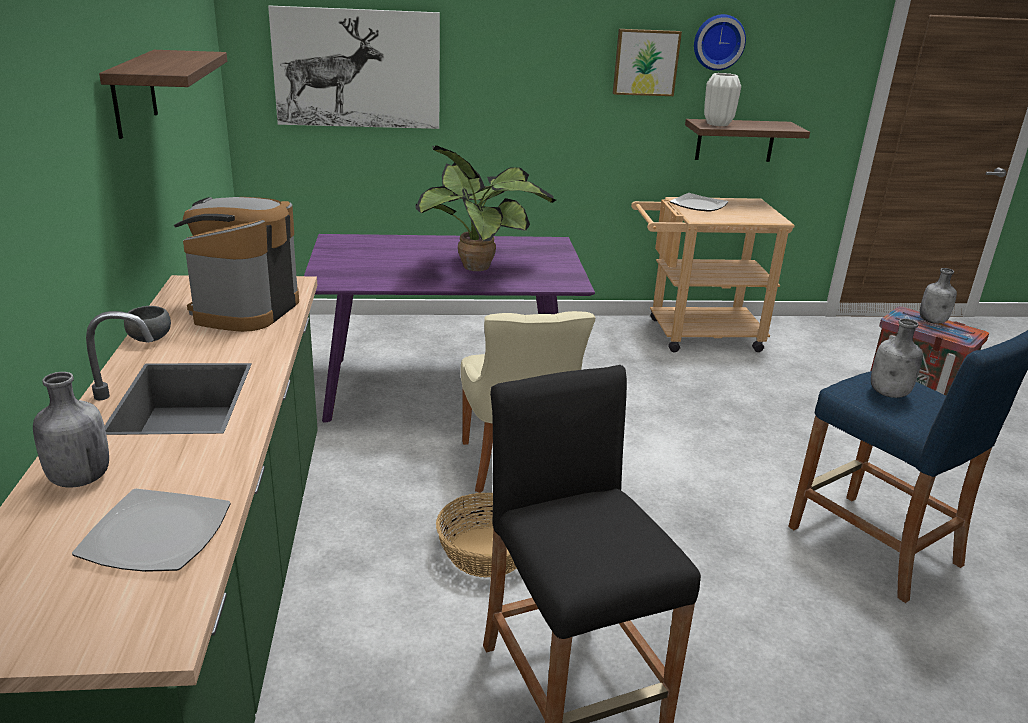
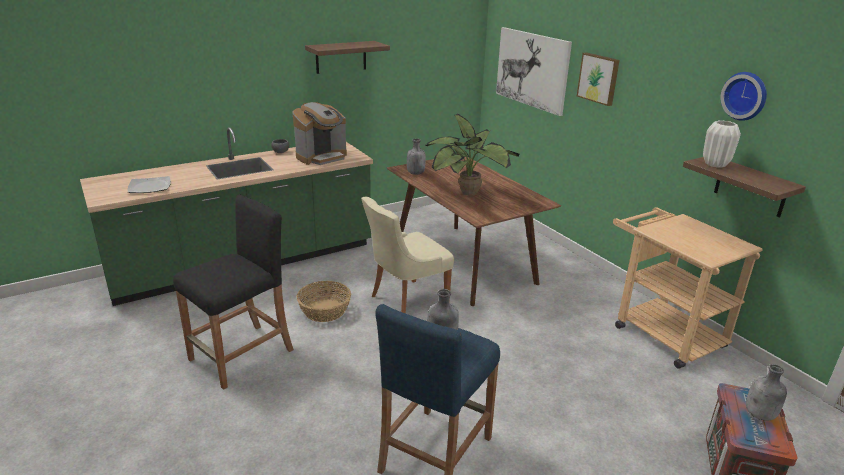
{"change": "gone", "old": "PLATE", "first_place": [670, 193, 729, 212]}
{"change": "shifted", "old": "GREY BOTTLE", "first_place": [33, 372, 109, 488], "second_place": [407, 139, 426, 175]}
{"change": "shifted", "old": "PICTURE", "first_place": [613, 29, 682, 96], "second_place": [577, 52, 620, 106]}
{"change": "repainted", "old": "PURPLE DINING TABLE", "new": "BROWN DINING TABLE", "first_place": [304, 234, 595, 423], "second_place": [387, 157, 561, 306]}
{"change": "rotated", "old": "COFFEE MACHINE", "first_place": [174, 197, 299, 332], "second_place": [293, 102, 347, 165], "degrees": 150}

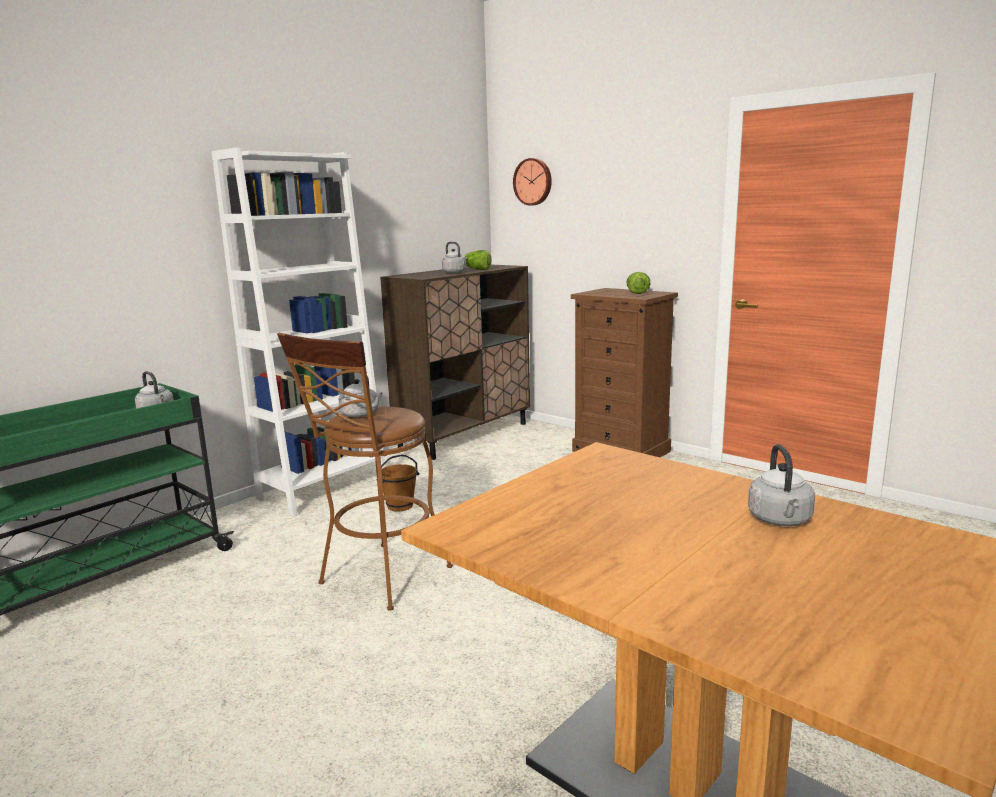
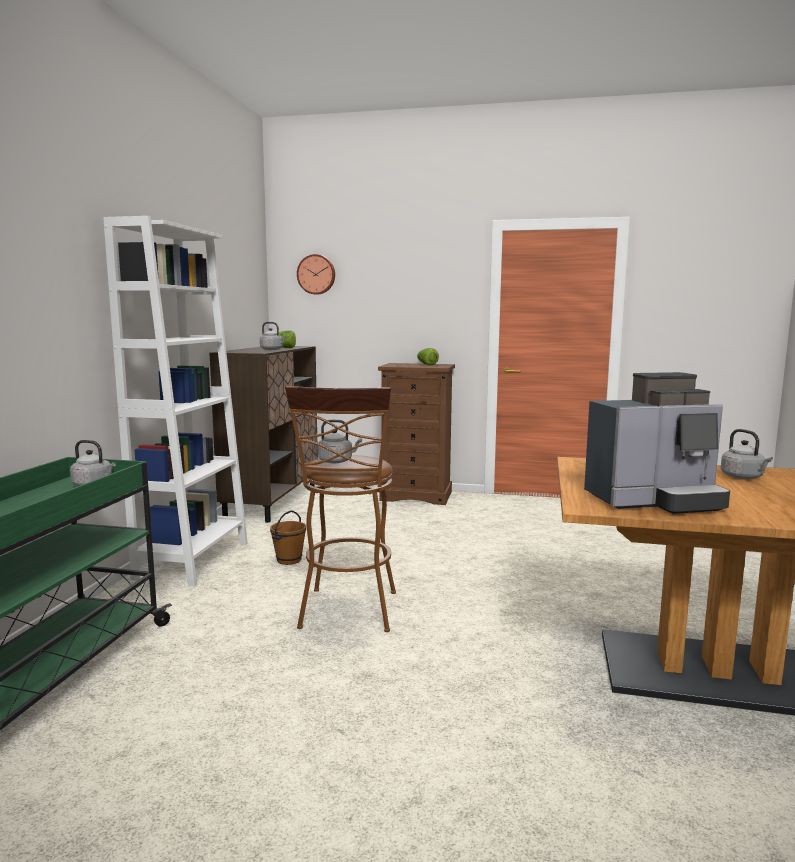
{"change": "new", "new": "COFFEE MACHINE", "second_place": [584, 372, 730, 514]}

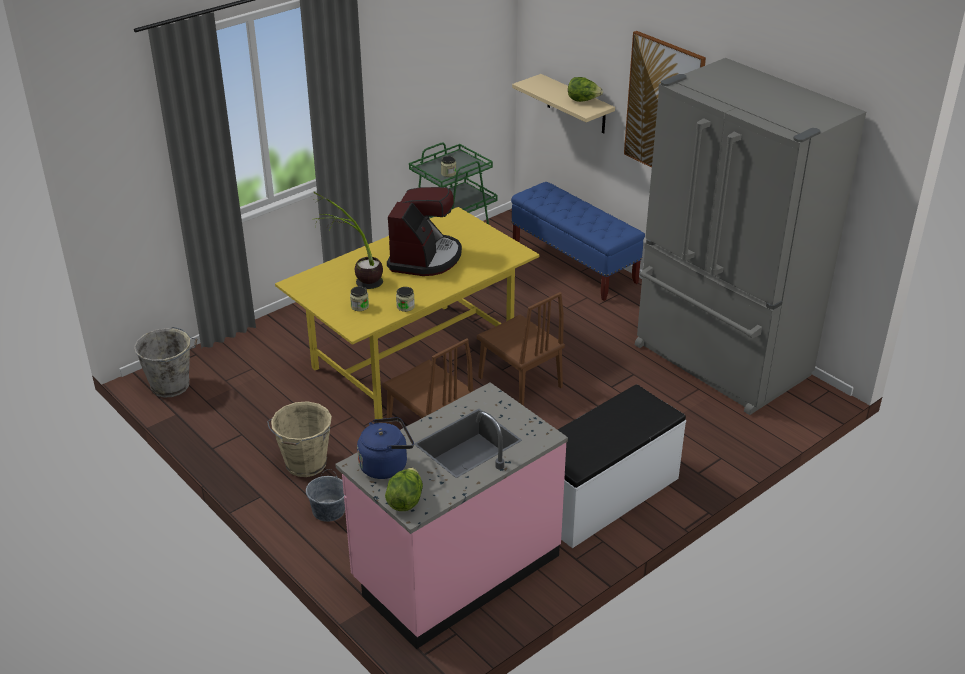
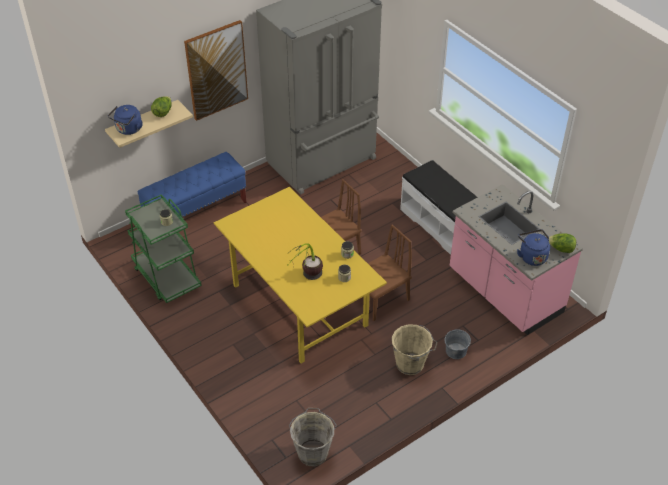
{"change": "gone", "old": "COFFEE MACHINE", "first_place": [387, 187, 462, 276]}
{"change": "new", "new": "BLUE KETTLE", "second_place": [108, 105, 143, 135]}

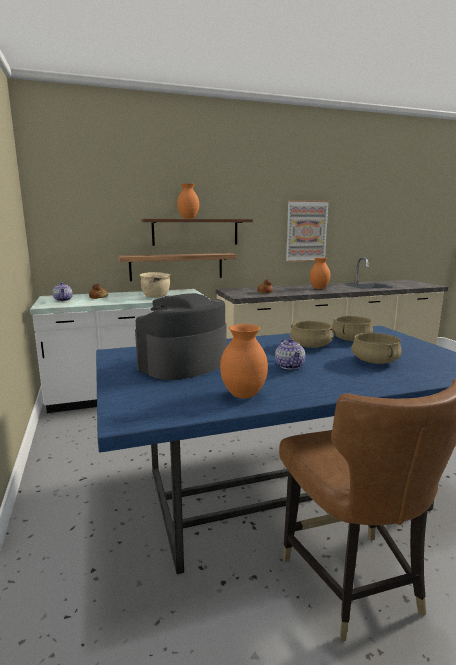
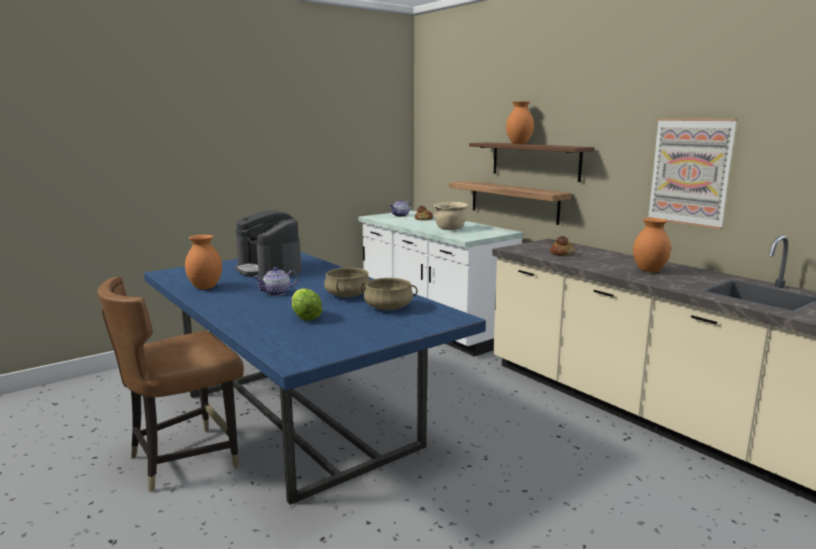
{"change": "swapped", "old": "BEIGE COOKING POT", "new": "LETTUCE", "first_place": [351, 333, 402, 364], "second_place": [292, 288, 323, 321]}
{"change": "rotated", "old": "COFFEE MACHINE", "first_place": [135, 293, 227, 380], "second_place": [235, 210, 302, 279], "degrees": -150}

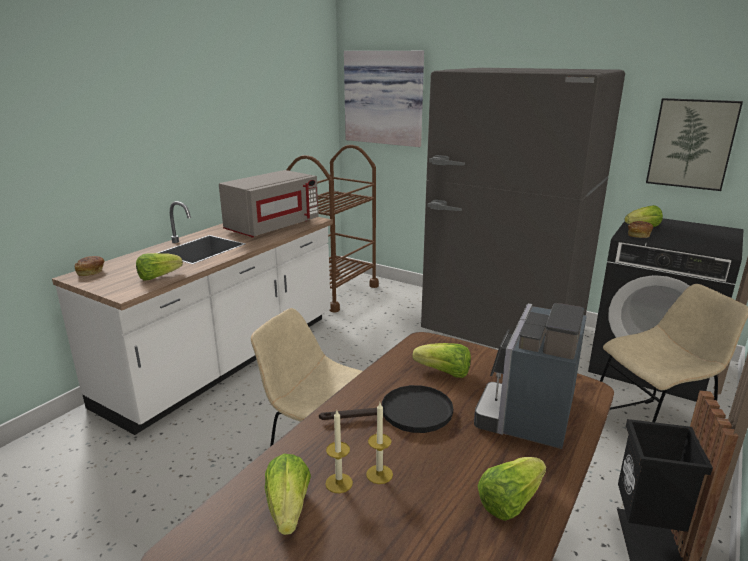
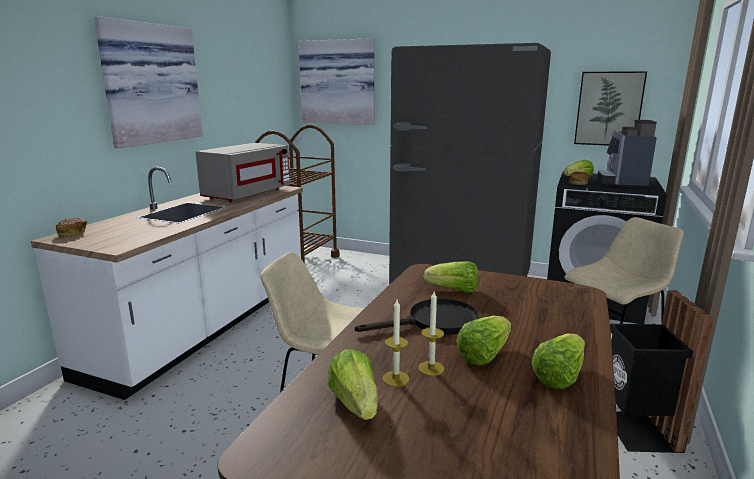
{"change": "new", "new": "PICTURE", "second_place": [94, 16, 203, 148]}
{"change": "shifted", "old": "LETTUCE", "first_place": [136, 253, 183, 281], "second_place": [456, 316, 511, 365]}
{"change": "shifted", "old": "COFFEE MACHINE", "first_place": [474, 303, 587, 449], "second_place": [597, 120, 657, 187]}

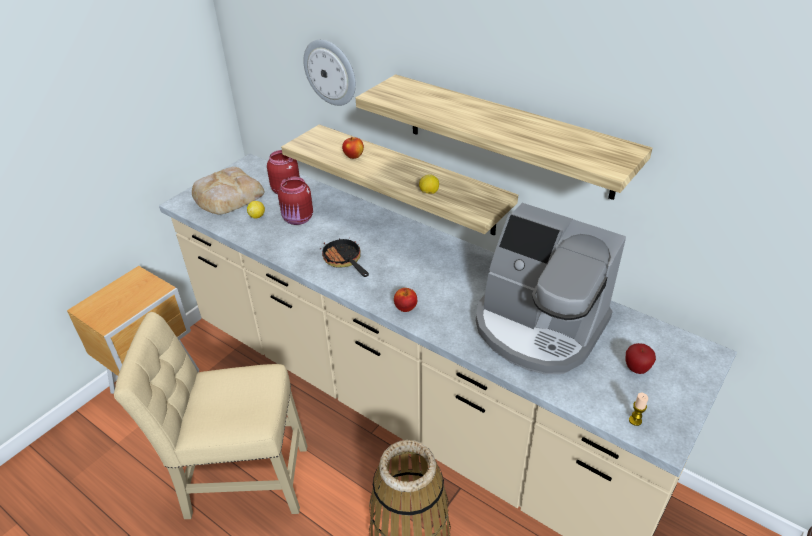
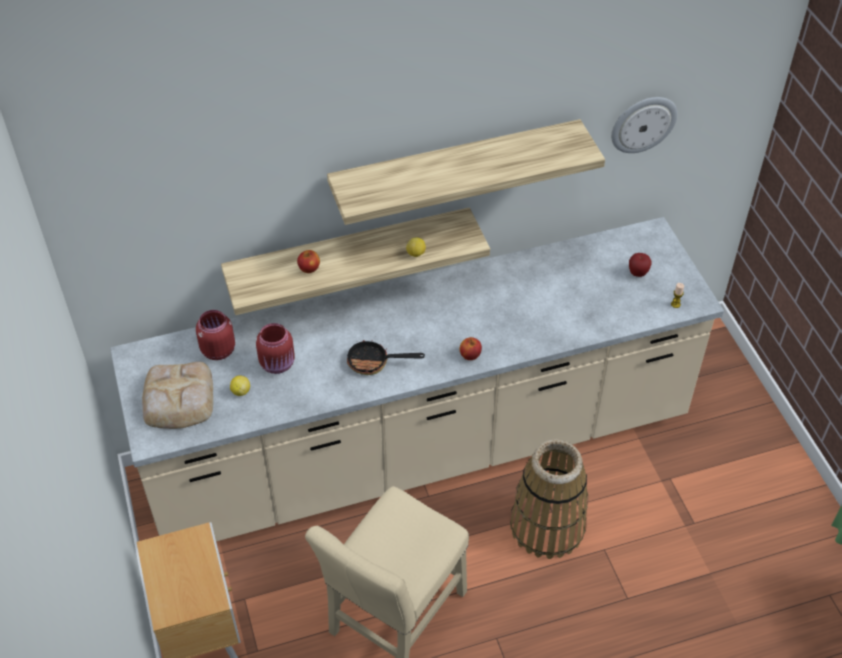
{"change": "gone", "old": "COFFEE MACHINE", "first_place": [476, 203, 626, 374]}
{"change": "shifted", "old": "WALL CLOCK", "first_place": [303, 39, 356, 106], "second_place": [611, 97, 678, 153]}

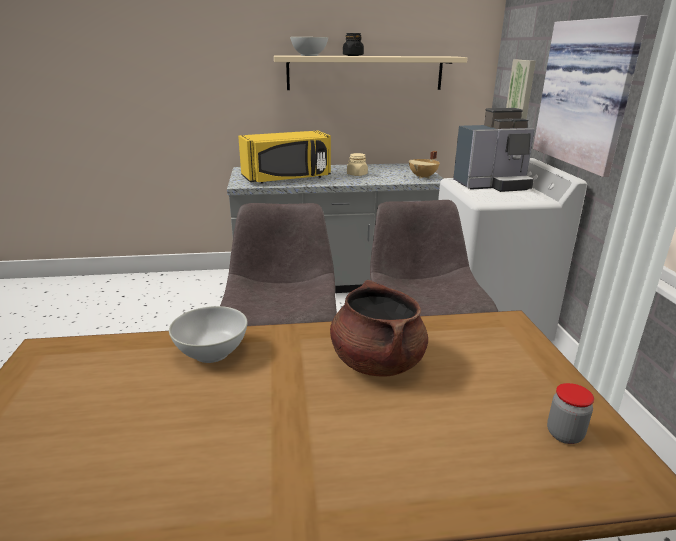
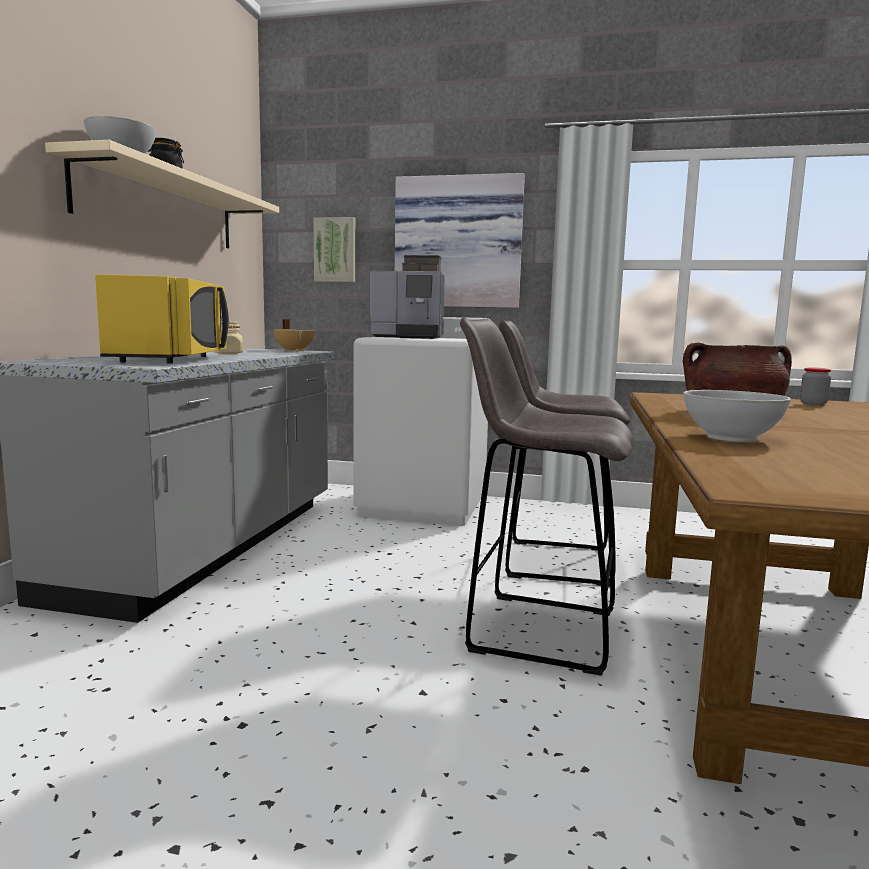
{"change": "rotated", "old": "COFFEE MACHINE", "first_place": [453, 108, 535, 192], "second_place": [370, 255, 445, 339], "degrees": 90}

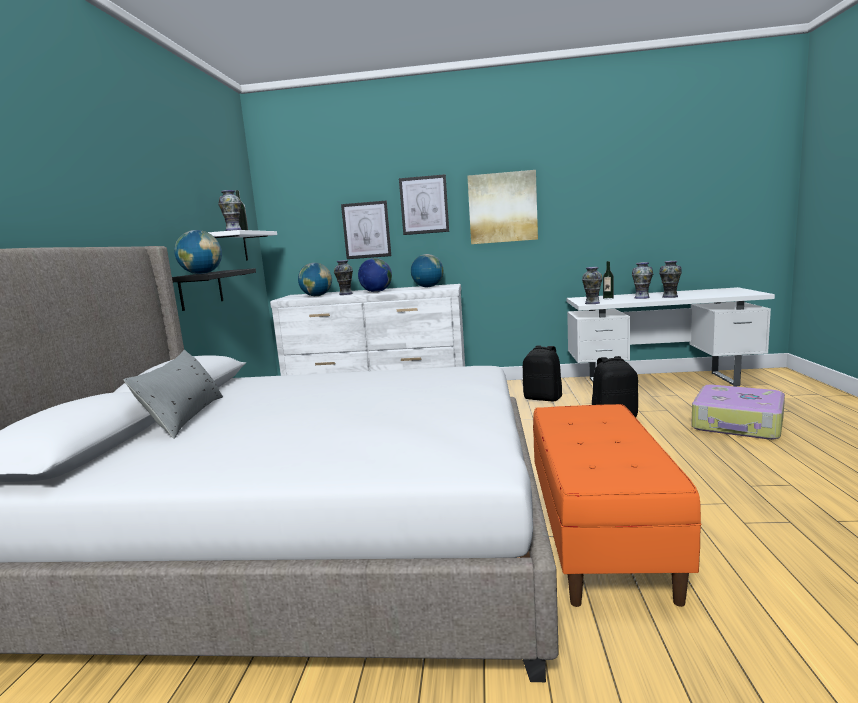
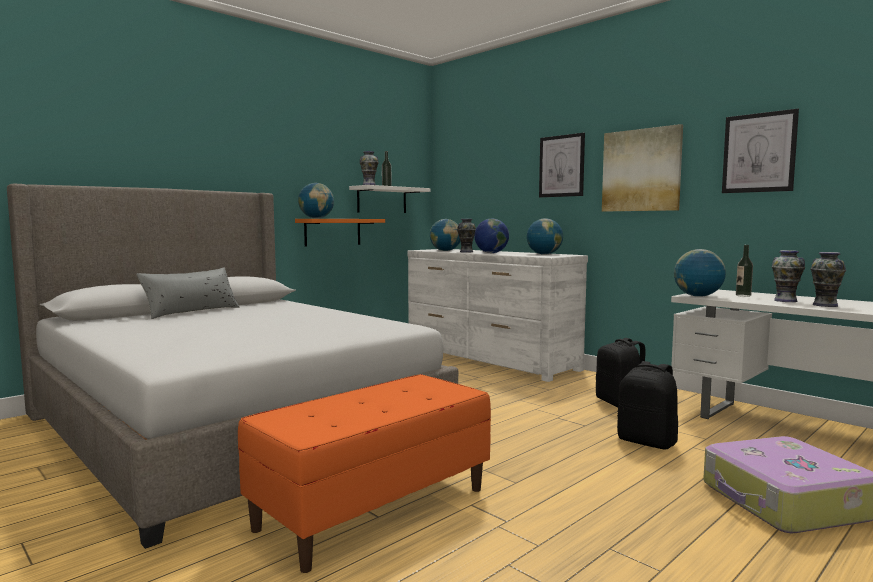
{"change": "shifted", "old": "PICTURE", "first_place": [341, 201, 391, 259], "second_place": [722, 108, 799, 193]}
{"change": "swapped", "old": "VASE", "new": "GLOBE", "first_place": [582, 267, 603, 304], "second_place": [674, 249, 726, 297]}
{"change": "repainted", "old": "BLACK SHELF", "new": "ORANGE SHELF", "first_place": [172, 268, 256, 311], "second_place": [295, 219, 385, 246]}

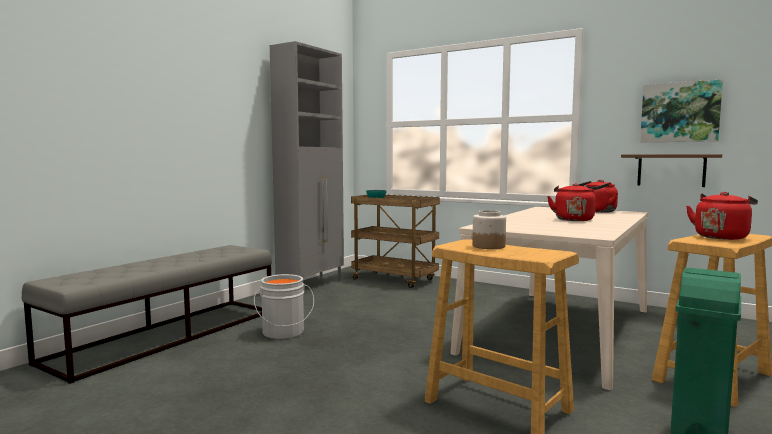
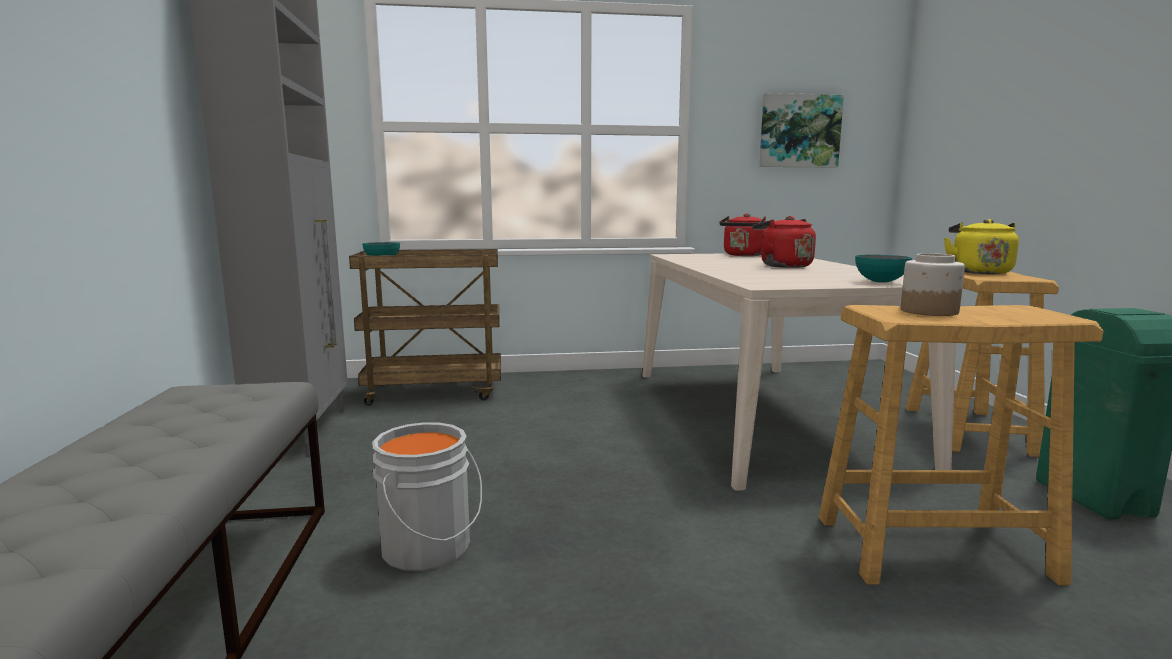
{"change": "gone", "old": "BROWN SHELF", "first_place": [621, 154, 722, 187]}
{"change": "new", "new": "BOWL", "second_place": [855, 255, 912, 283]}
{"change": "repainted", "old": "RED KETTLE", "new": "YELLOW KETTLE", "first_place": [686, 192, 758, 240], "second_place": [944, 219, 1019, 274]}

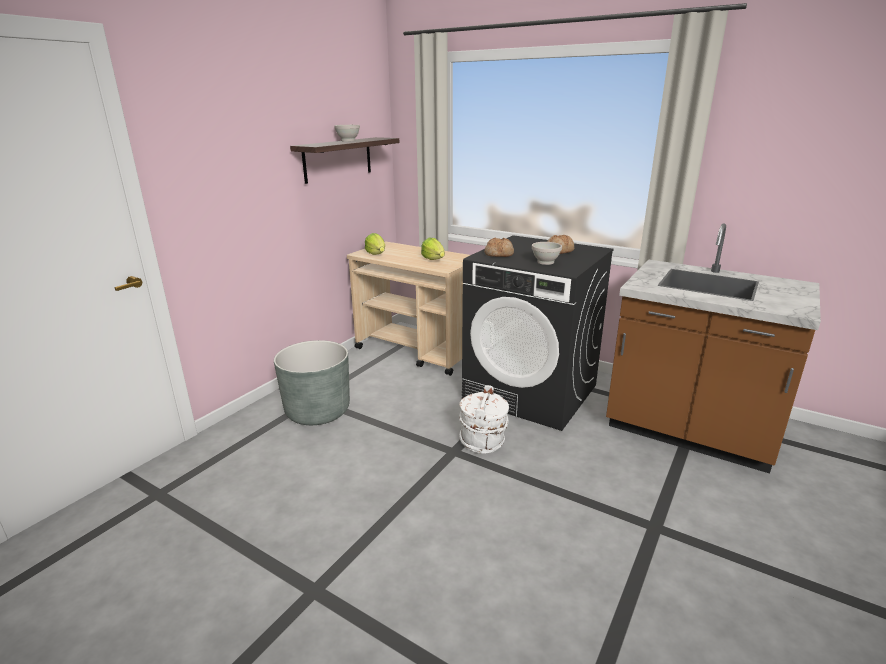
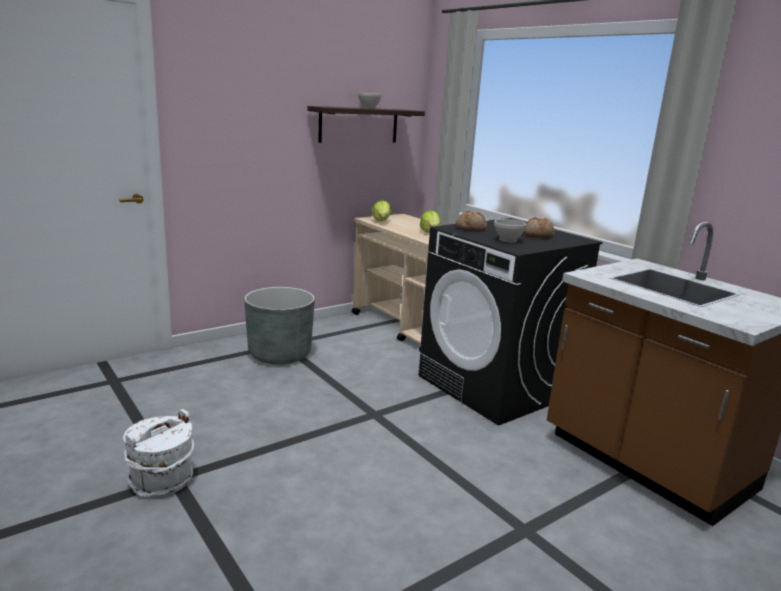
{"change": "shifted", "old": "WHITE BUCKET", "first_place": [459, 385, 509, 454], "second_place": [123, 409, 194, 497]}

